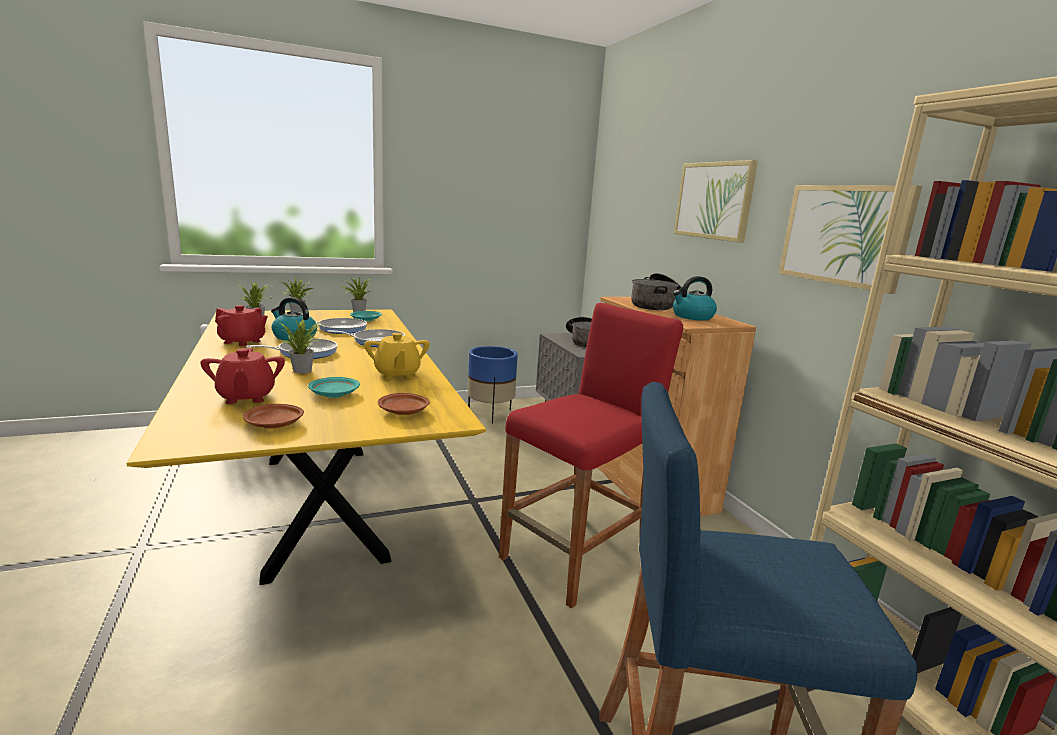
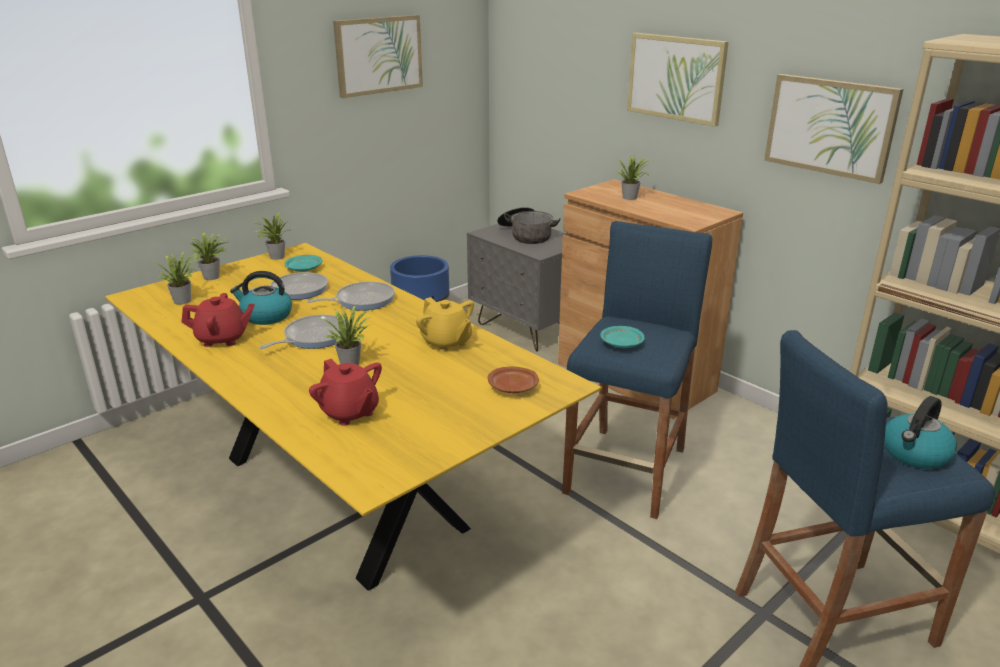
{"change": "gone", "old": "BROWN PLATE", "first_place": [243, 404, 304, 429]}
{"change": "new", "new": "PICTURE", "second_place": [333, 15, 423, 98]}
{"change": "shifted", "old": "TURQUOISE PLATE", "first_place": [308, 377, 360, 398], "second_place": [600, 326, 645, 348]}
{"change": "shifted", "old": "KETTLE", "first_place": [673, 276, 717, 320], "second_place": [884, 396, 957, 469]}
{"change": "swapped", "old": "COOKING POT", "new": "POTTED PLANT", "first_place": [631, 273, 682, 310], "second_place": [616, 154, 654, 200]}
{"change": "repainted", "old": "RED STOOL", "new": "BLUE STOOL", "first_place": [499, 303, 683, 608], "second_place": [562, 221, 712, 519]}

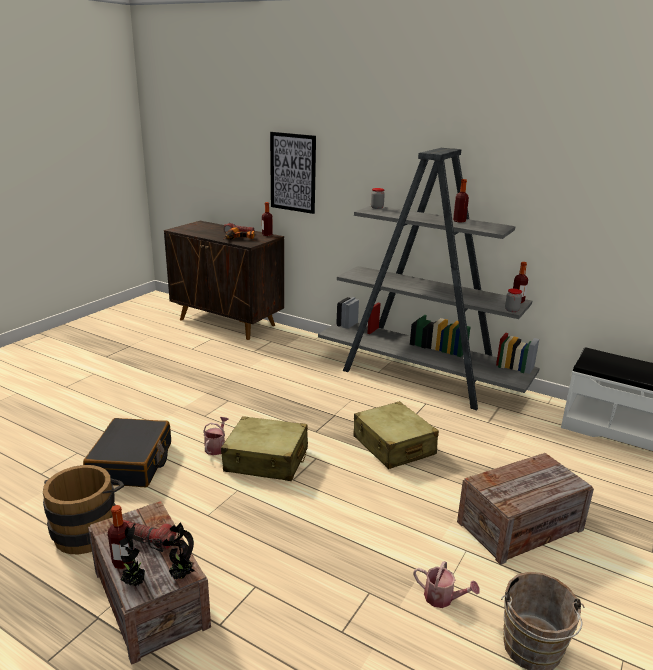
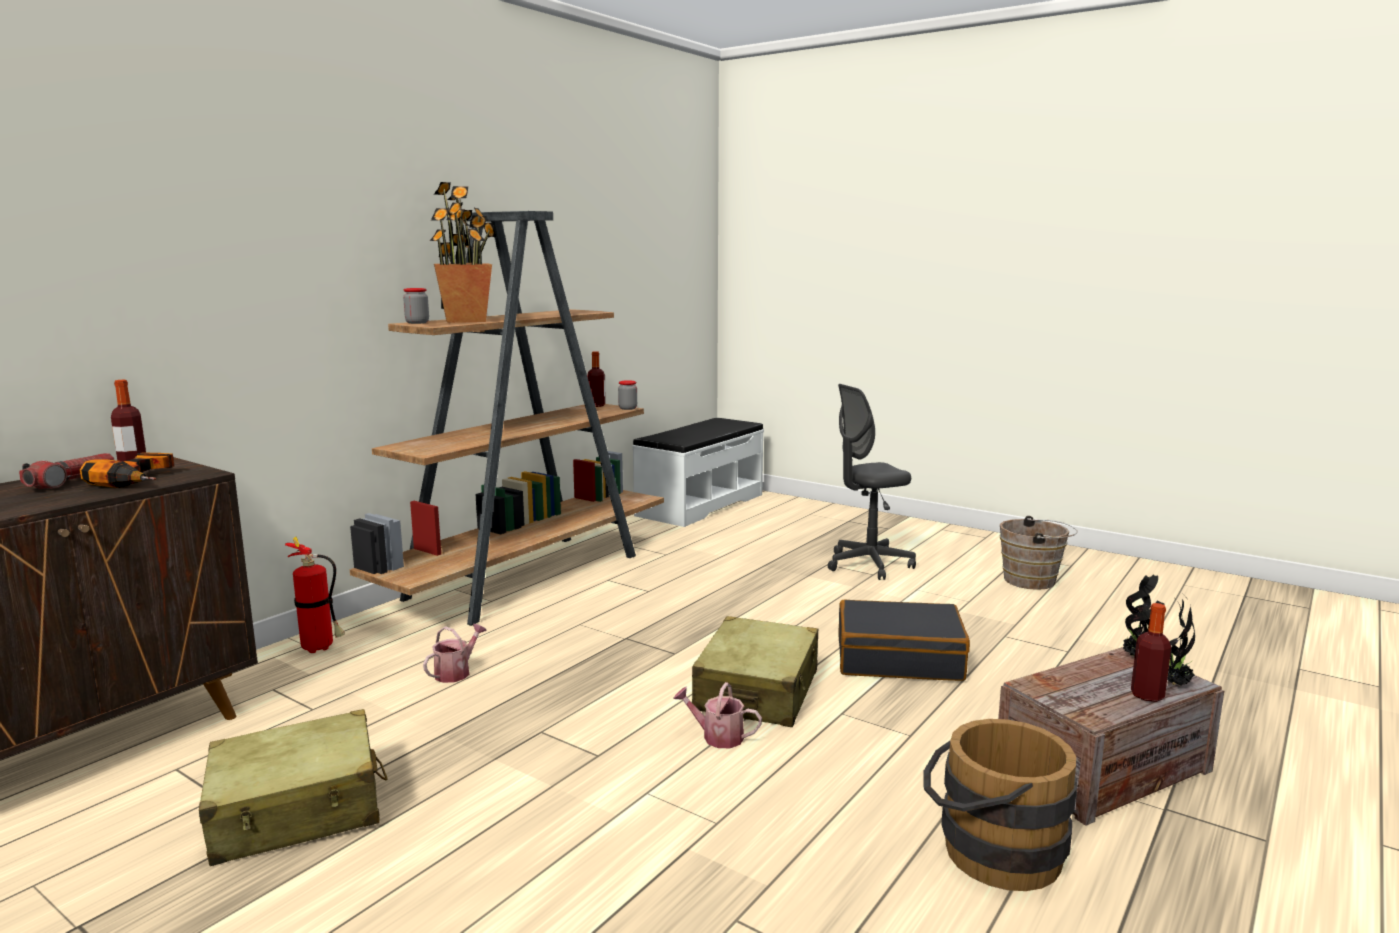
{"change": "gone", "old": "FLASHLIGHT", "first_place": [123, 520, 176, 552]}
{"change": "gone", "old": "PICTURE", "first_place": [270, 132, 316, 214]}
{"change": "gone", "old": "BOTTLE", "first_place": [453, 179, 469, 223]}
{"change": "new", "new": "FIRE EXTINGUISHER", "second_place": [285, 537, 345, 653]}
{"change": "new", "new": "POTTED PLANT", "second_place": [429, 182, 496, 323]}
{"change": "shifted", "old": "BLACK SUITCASE", "first_place": [83, 418, 171, 487], "second_place": [838, 600, 970, 681]}
{"change": "shifted", "old": "BEIGE SUITCASE", "first_place": [354, 401, 439, 469], "second_place": [199, 709, 388, 866]}
{"change": "shifted", "old": "WATERING CAN", "first_place": [414, 561, 480, 608], "second_place": [423, 624, 487, 683]}
{"change": "swapped", "old": "CRATE", "new": "GREY OFFICE CHAIR", "first_place": [457, 453, 594, 565], "second_place": [828, 384, 916, 580]}
{"change": "repainted", "old": "GREY BOOKCASE", "new": "BROWN BOOKCASE", "first_place": [318, 148, 540, 410], "second_place": [350, 211, 664, 626]}

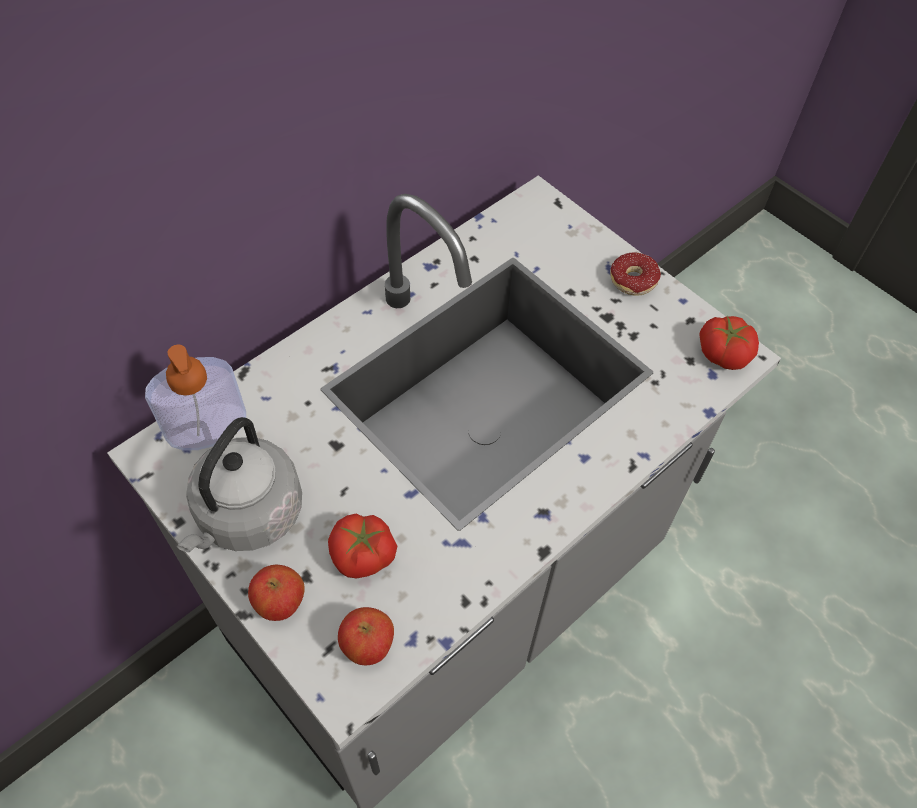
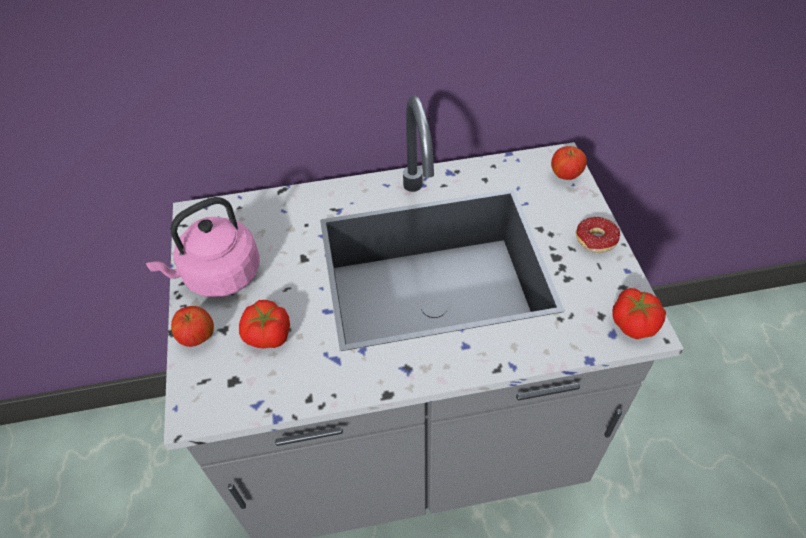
{"change": "gone", "old": "SOAP DISPENSER", "first_place": [145, 345, 246, 451]}
{"change": "shifted", "old": "APPLE", "first_place": [338, 607, 394, 665], "second_place": [551, 146, 587, 180]}
{"change": "repainted", "old": "GREY KETTLE", "new": "PINK KETTLE", "first_place": [177, 417, 302, 552], "second_place": [146, 197, 260, 298]}

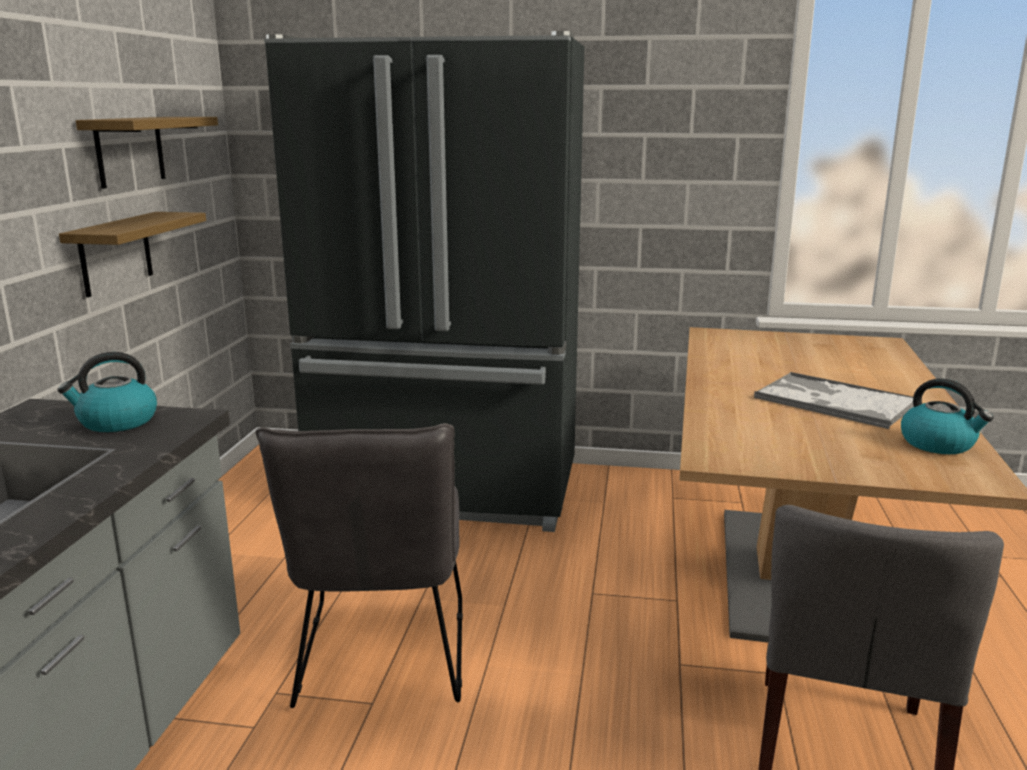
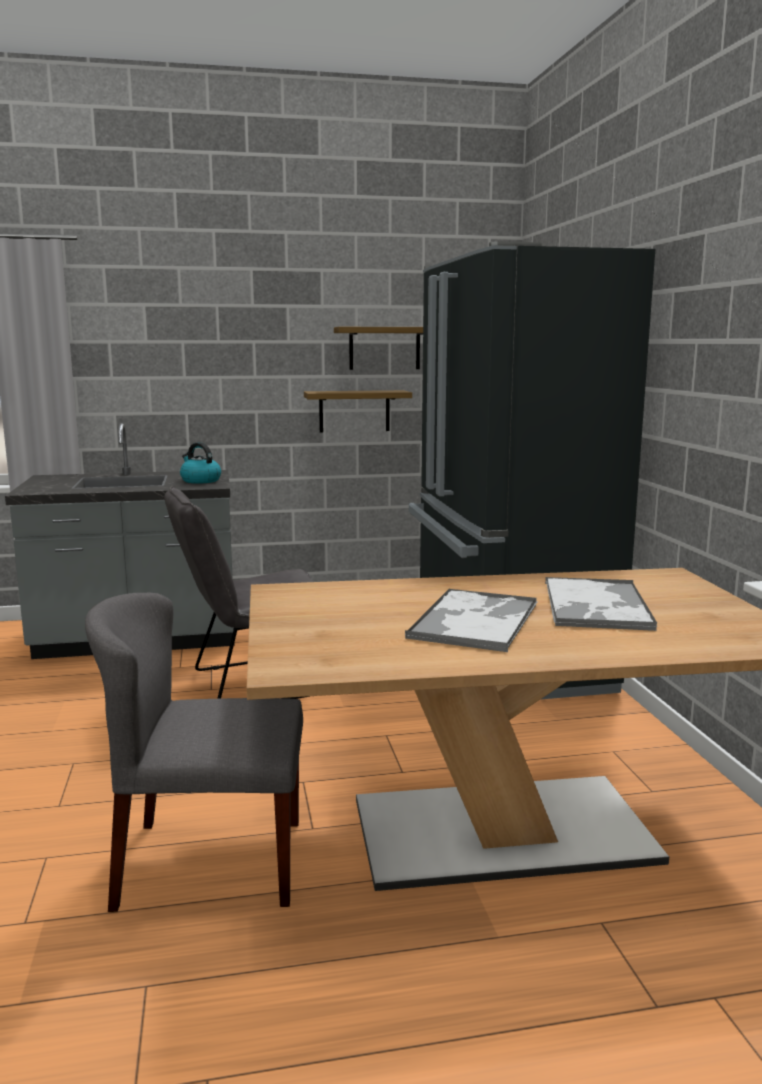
{"change": "gone", "old": "KETTLE", "first_place": [901, 378, 993, 454]}
{"change": "new", "new": "TRAY", "second_place": [545, 577, 657, 631]}

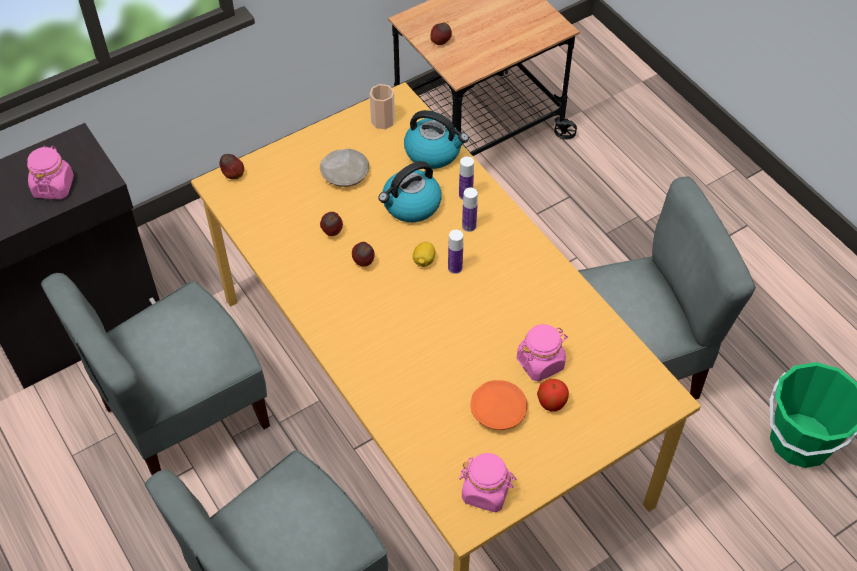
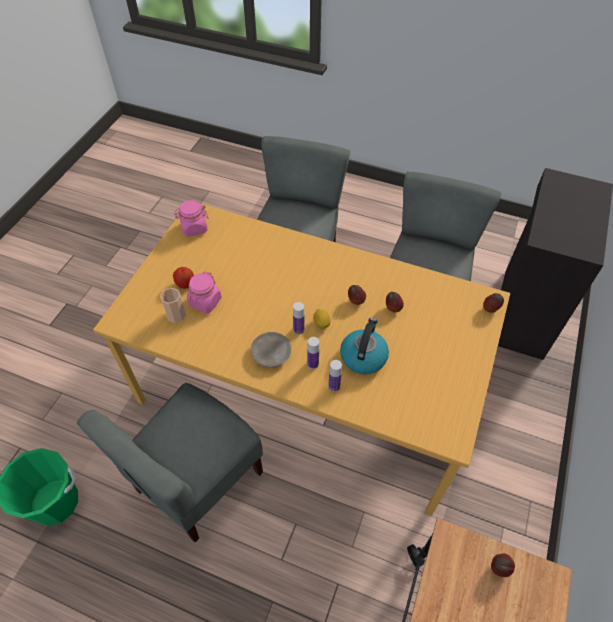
{"change": "gone", "old": "PINK JAR", "first_place": [27, 145, 74, 199]}
{"change": "gone", "old": "KETTLE", "first_place": [404, 110, 469, 169]}
{"change": "gone", "old": "ORANGE PLATE", "first_place": [471, 380, 528, 430]}
{"change": "shifted", "old": "BEIGE PLATE", "first_place": [320, 149, 369, 187], "second_place": [251, 332, 291, 368]}
{"change": "shifted", "old": "CUP", "first_place": [370, 84, 395, 129], "second_place": [160, 288, 186, 323]}

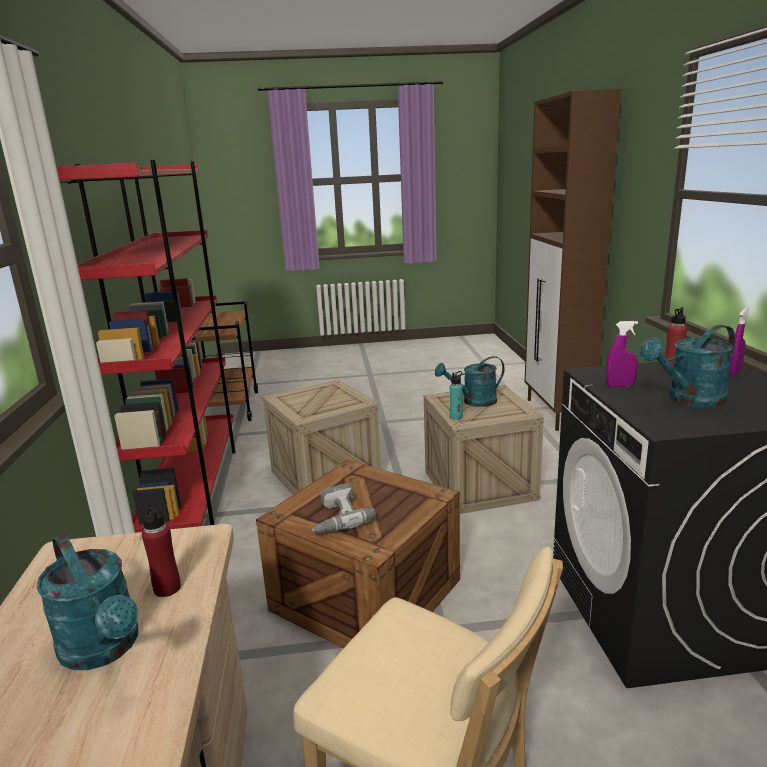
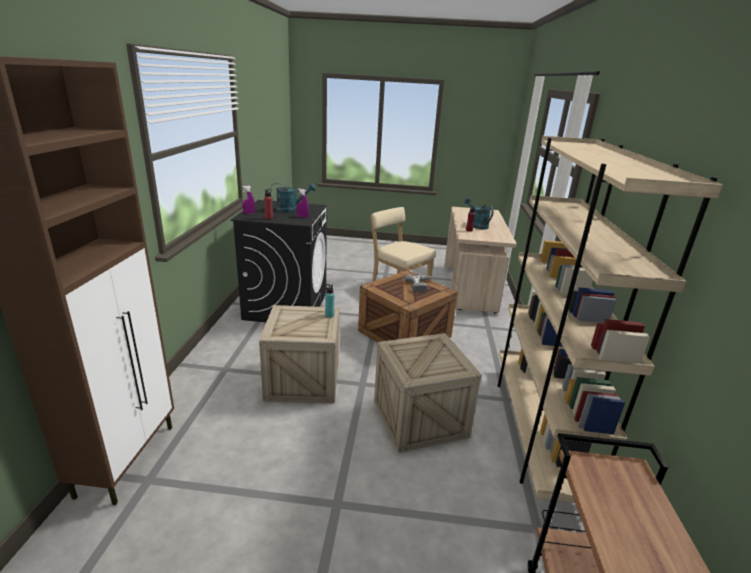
{"change": "gone", "old": "TURQUOISE WATERING CAN", "first_place": [435, 356, 505, 407]}
{"change": "repainted", "old": "RED BOOKCASE", "new": "BEIGE BOOKCASE", "first_place": [56, 160, 235, 533], "second_place": [498, 136, 723, 503]}

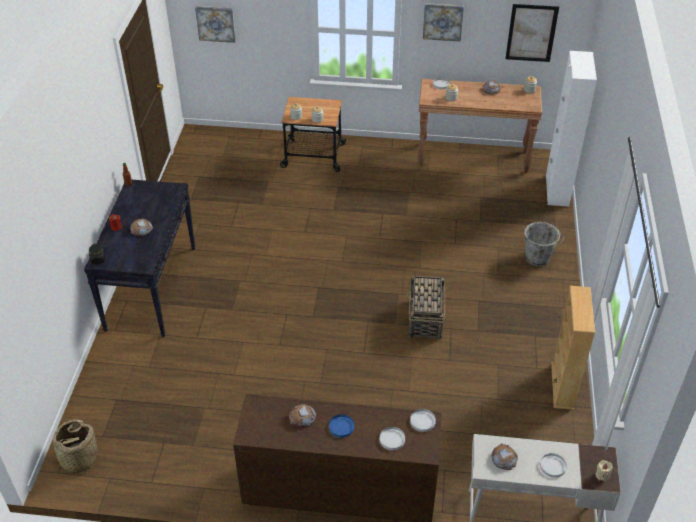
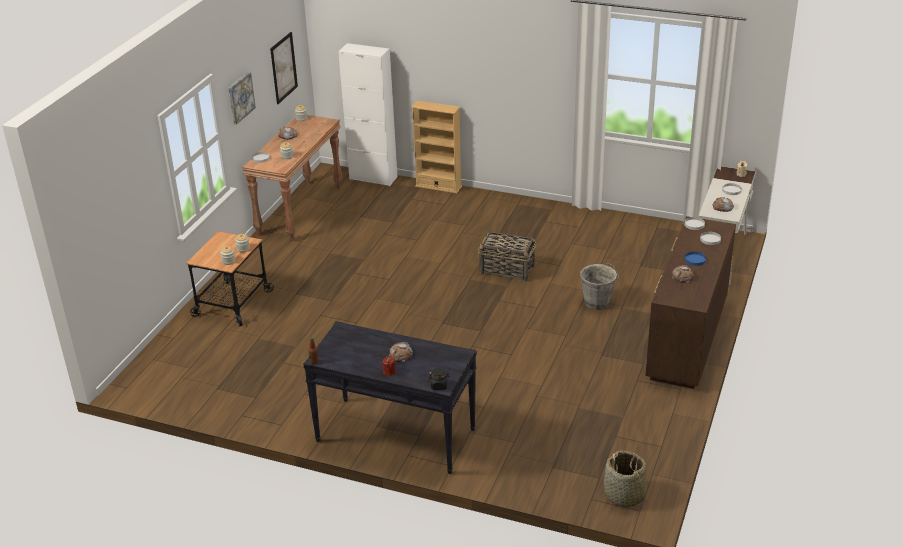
{"change": "gone", "old": "PICTURE", "first_place": [195, 6, 236, 43]}
{"change": "shifted", "old": "GREY BUCKET", "first_place": [525, 222, 564, 266], "second_place": [580, 263, 619, 310]}
{"change": "shifted", "old": "BEIGE BOOKCASE", "first_place": [551, 286, 595, 410], "second_place": [411, 101, 462, 193]}

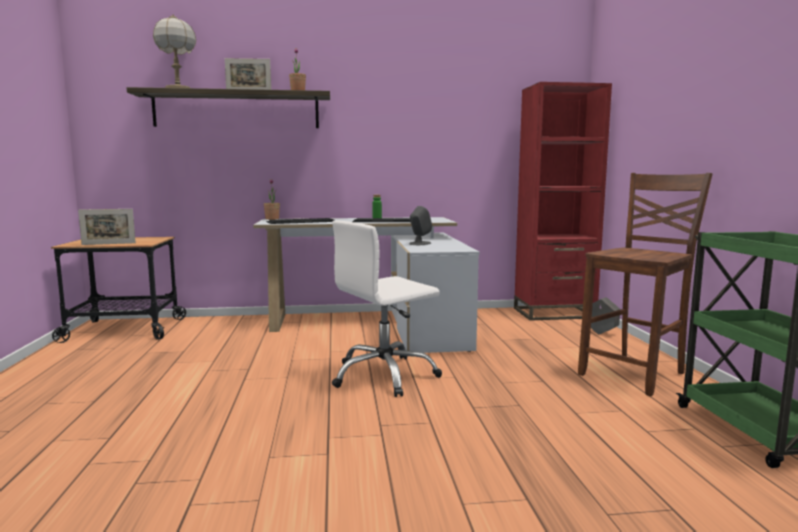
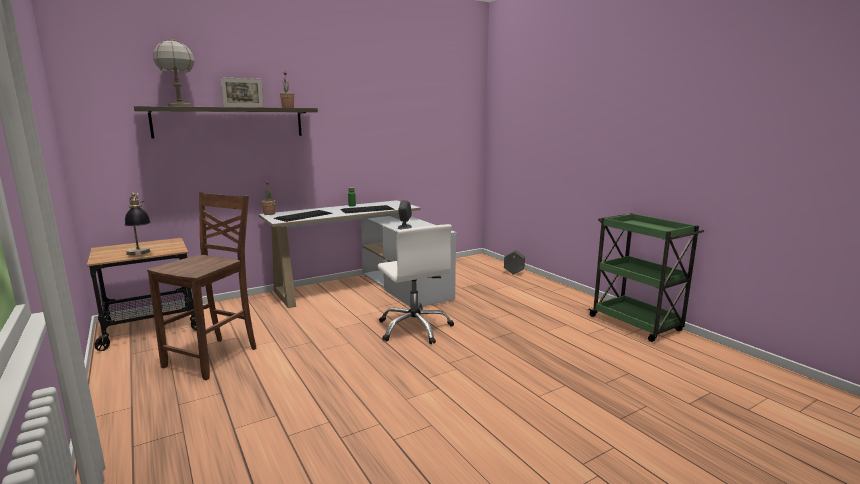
{"change": "gone", "old": "RED BOOKCASE", "first_place": [514, 82, 612, 321]}
{"change": "shifted", "old": "BROWN CHAIR", "first_place": [578, 173, 712, 396], "second_place": [147, 192, 256, 380]}
{"change": "swapped", "old": "PICTURE FRAME", "new": "TABLE LAMP", "first_place": [78, 209, 136, 245], "second_place": [124, 193, 151, 255]}
{"change": "rotated", "old": "WHITE OFFICE CHAIR", "first_place": [332, 220, 442, 397], "second_place": [378, 224, 454, 344], "degrees": -60}

